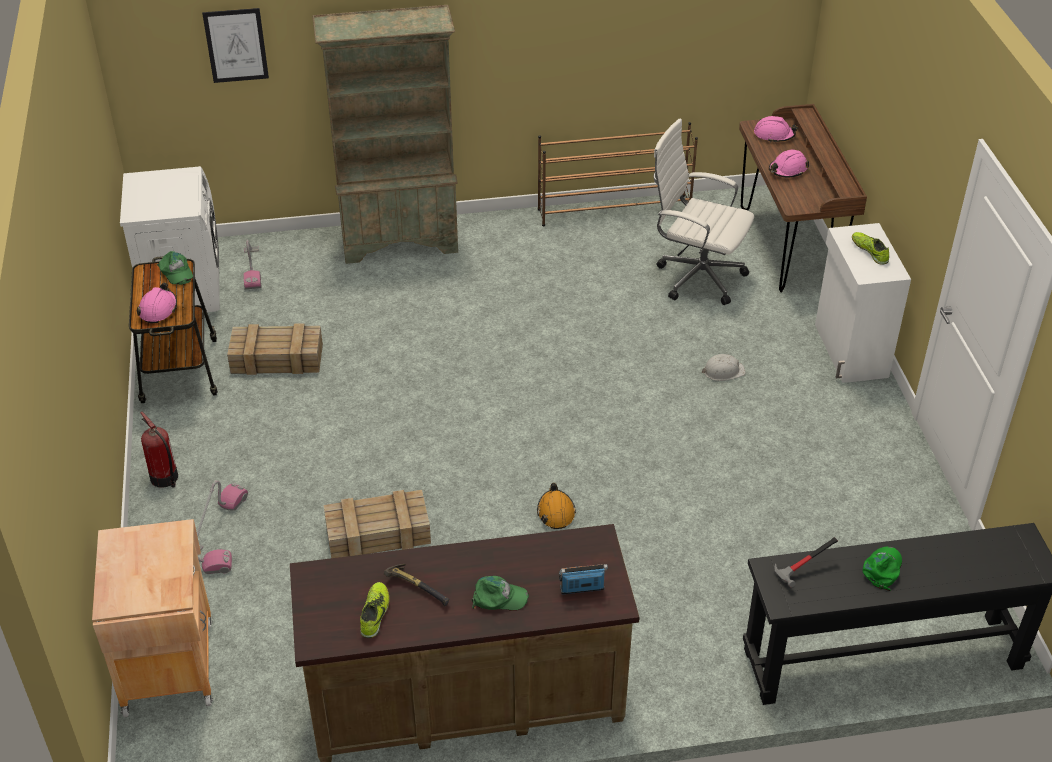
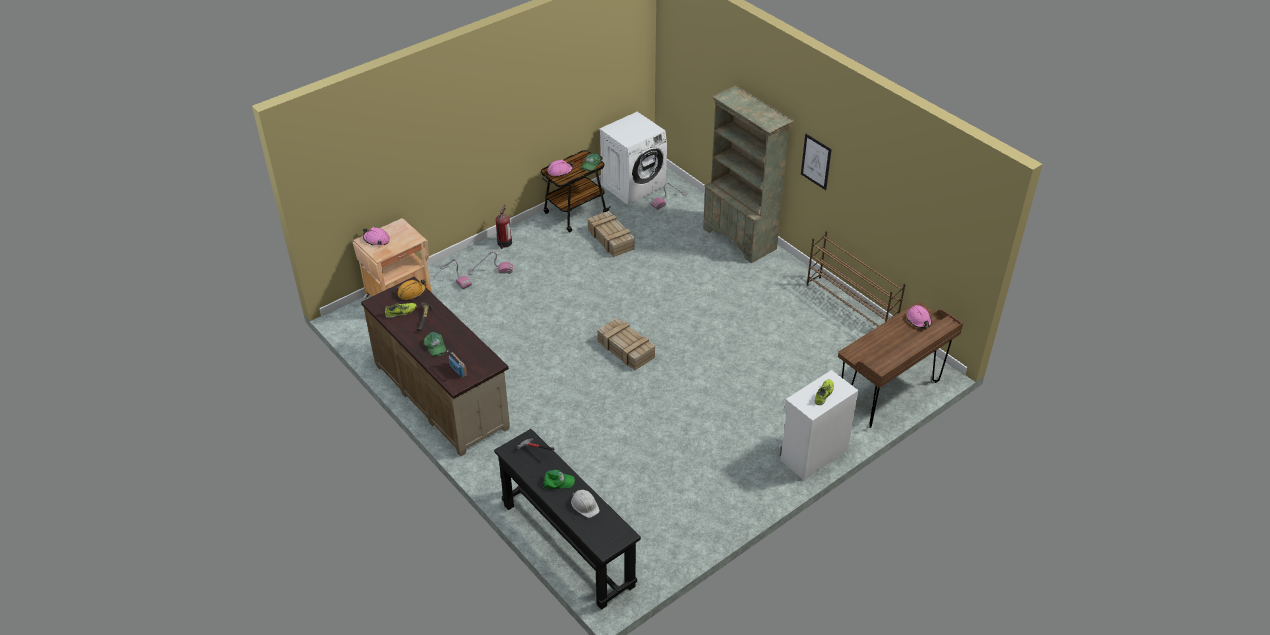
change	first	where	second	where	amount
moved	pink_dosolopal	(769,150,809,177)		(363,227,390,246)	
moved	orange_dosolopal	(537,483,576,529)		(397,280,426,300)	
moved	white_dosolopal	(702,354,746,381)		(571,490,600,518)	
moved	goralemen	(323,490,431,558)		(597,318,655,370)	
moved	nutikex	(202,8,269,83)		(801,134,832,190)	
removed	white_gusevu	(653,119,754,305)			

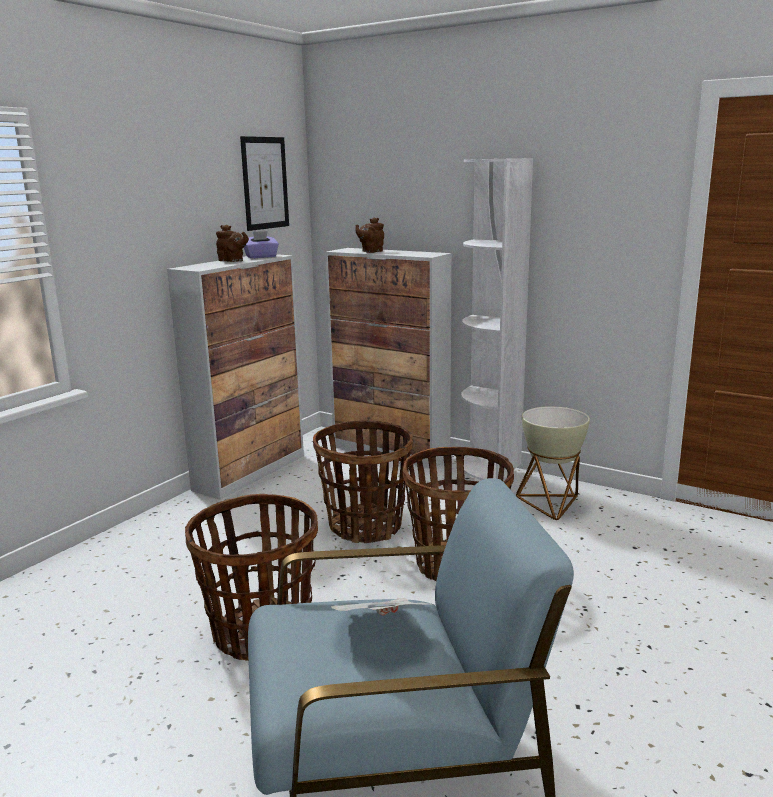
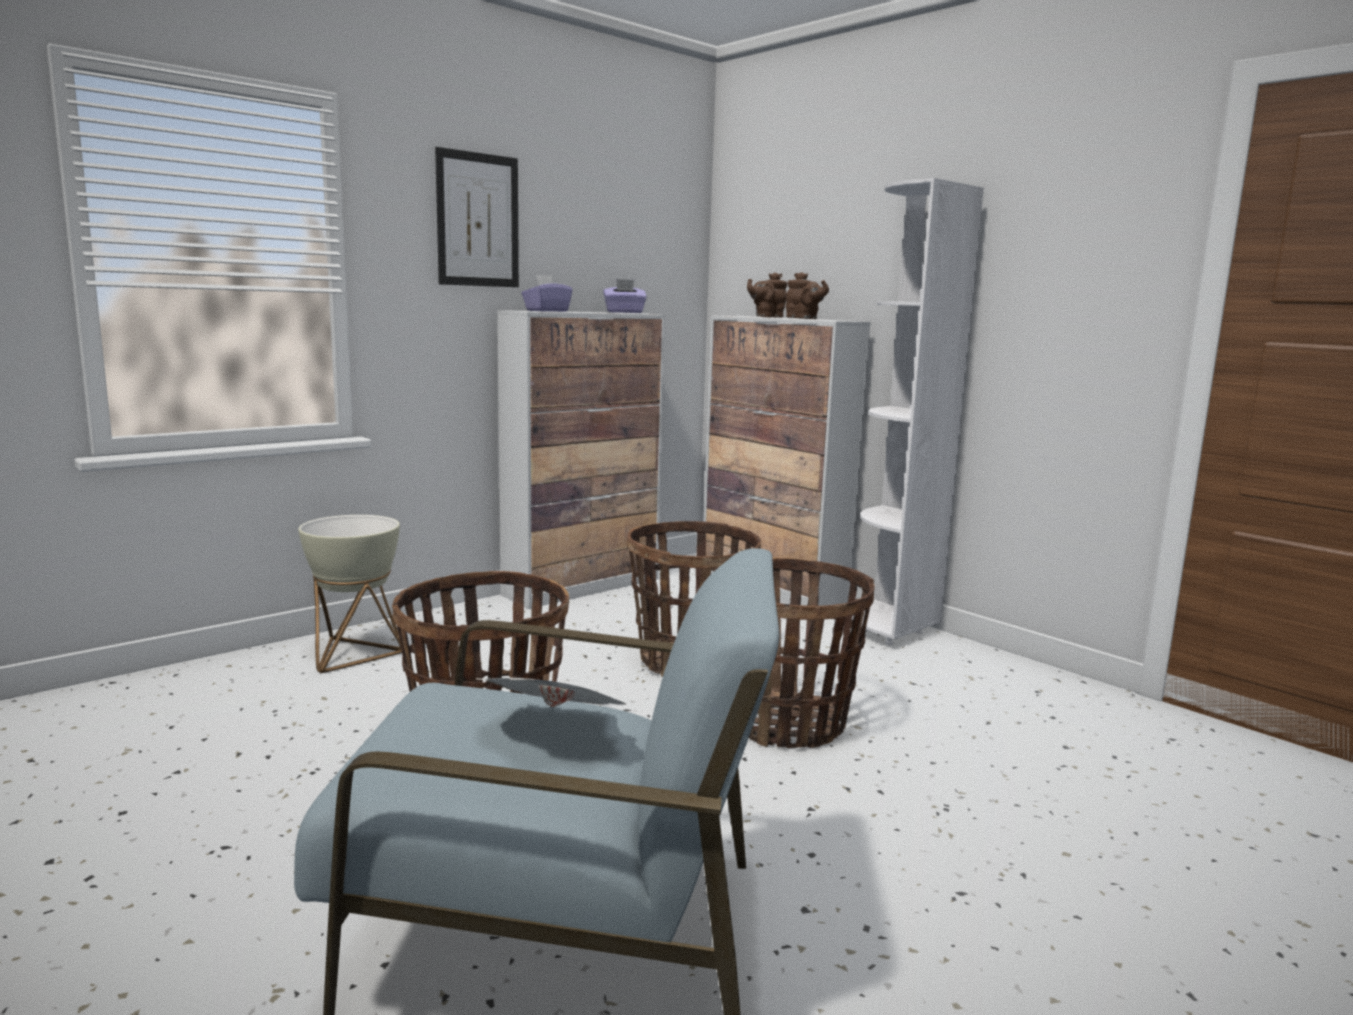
change	first	where	second	where	amount
moved	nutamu	(516,406,590,520)		(298,515,402,673)	
moved	nutikex	(240,136,289,231)		(435,147,519,287)	
added			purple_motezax	(521,275,572,312)	
moved	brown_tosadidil	(216,225,249,262)		(786,272,829,319)	

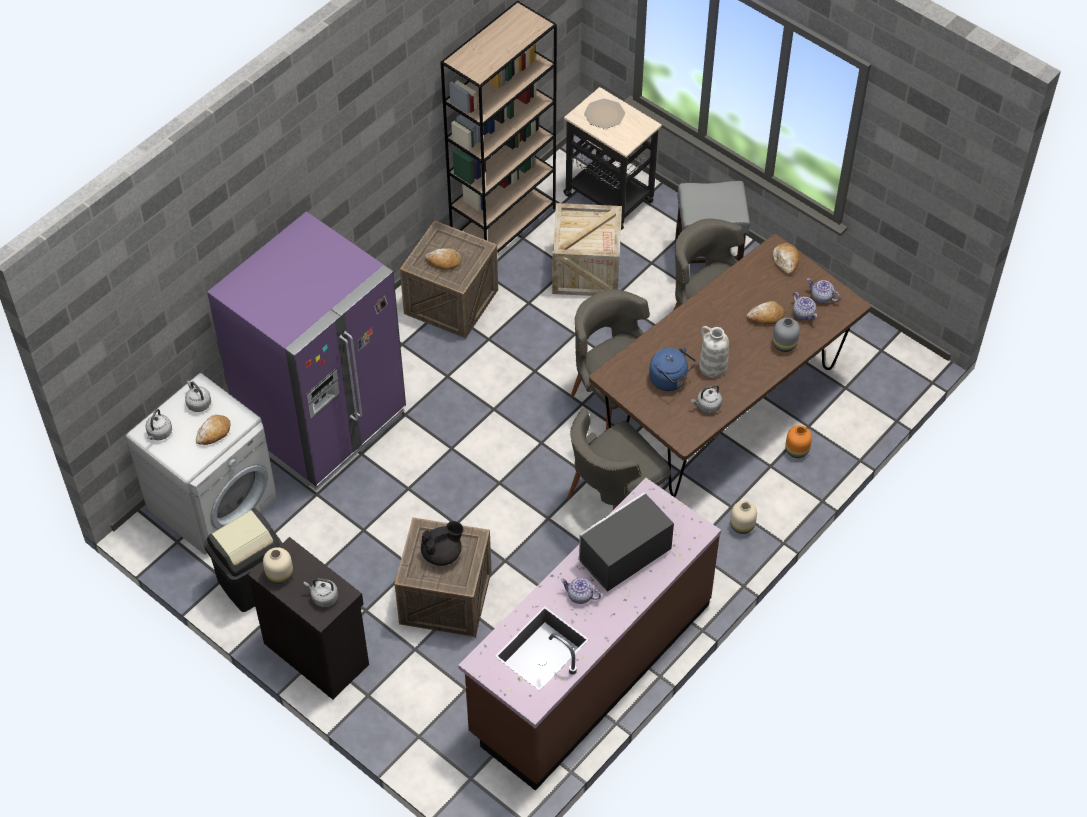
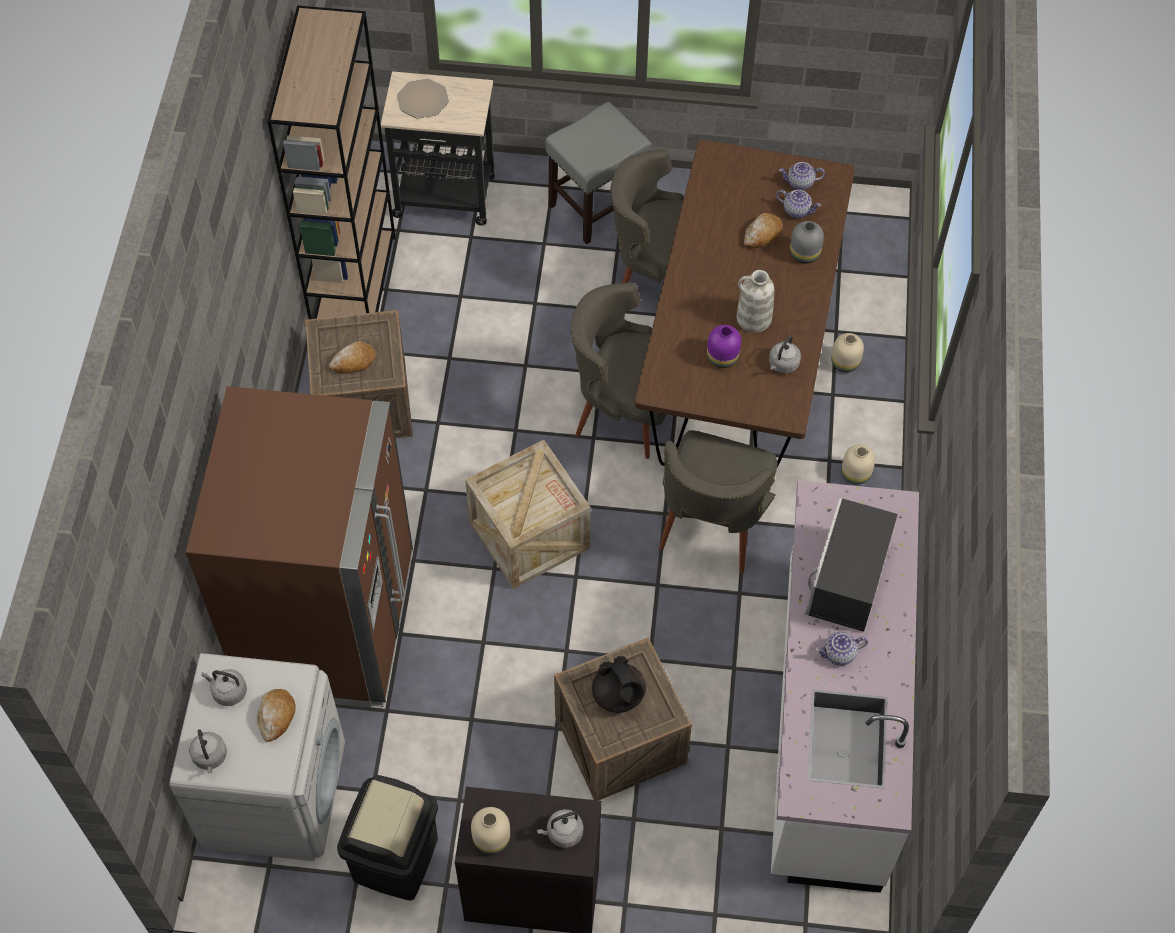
change	first	where	second	where	amount
recoloured	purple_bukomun	(207,211,406,490)	brown_bukomun	(186,386,413,708)	
moved	goralemen	(552,203,622,296)		(465,440,591,589)	
turned	black_tosadidil	(421,521,463,566)		(592,656,646,713)	120 degrees clockwise
replaced	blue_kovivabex	(649,348,696,391)	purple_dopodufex	(707,325,741,368)	
recoloured	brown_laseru	(458,478,721,791)	white_laseru	(771,480,919,893)	
recoloured	orange_dopodufex	(785,425,812,458)	beige_dopodufex	(831,333,864,373)	
removed	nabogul	(773,243,799,275)			

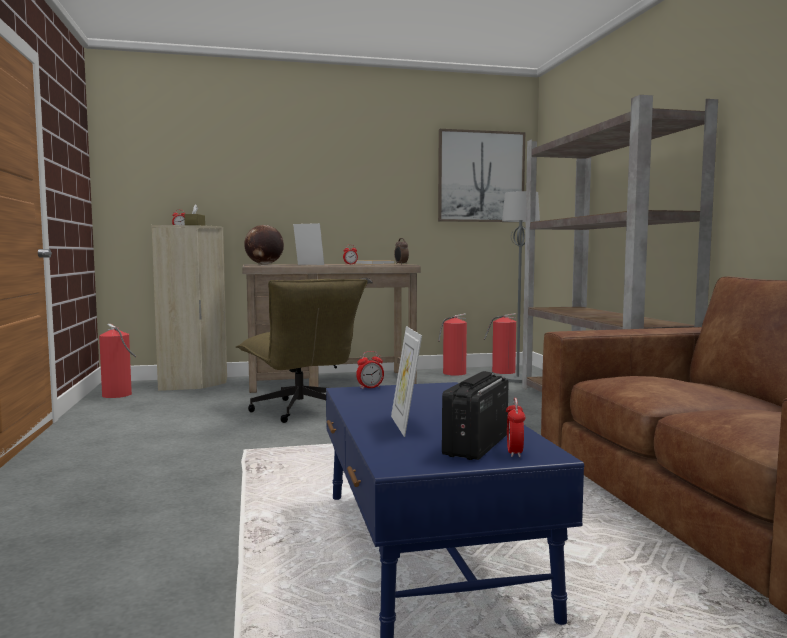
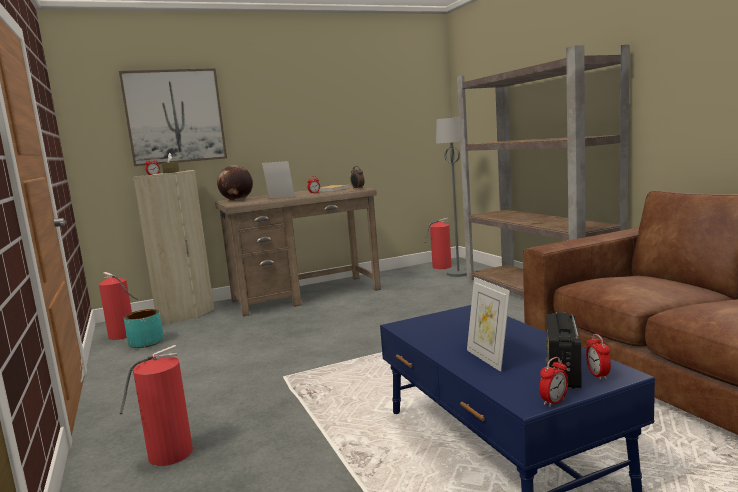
change	first	where	second	where	amount
moved	nutikex	(438,129,525,222)		(119,68,227,166)	
moved	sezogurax	(438,314,467,376)		(119,345,193,466)	
added			turquoise_nutamu	(124,309,164,348)	
moved	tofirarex	(356,351,384,389)		(539,357,568,407)	
removed	beige_gusevu	(236,279,368,423)			

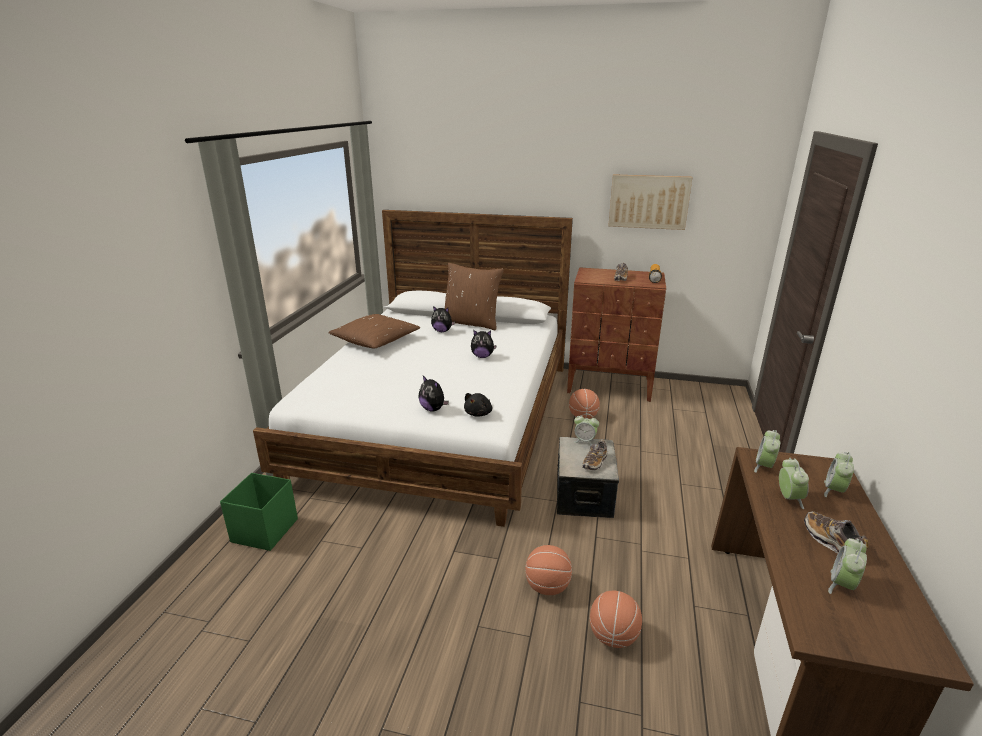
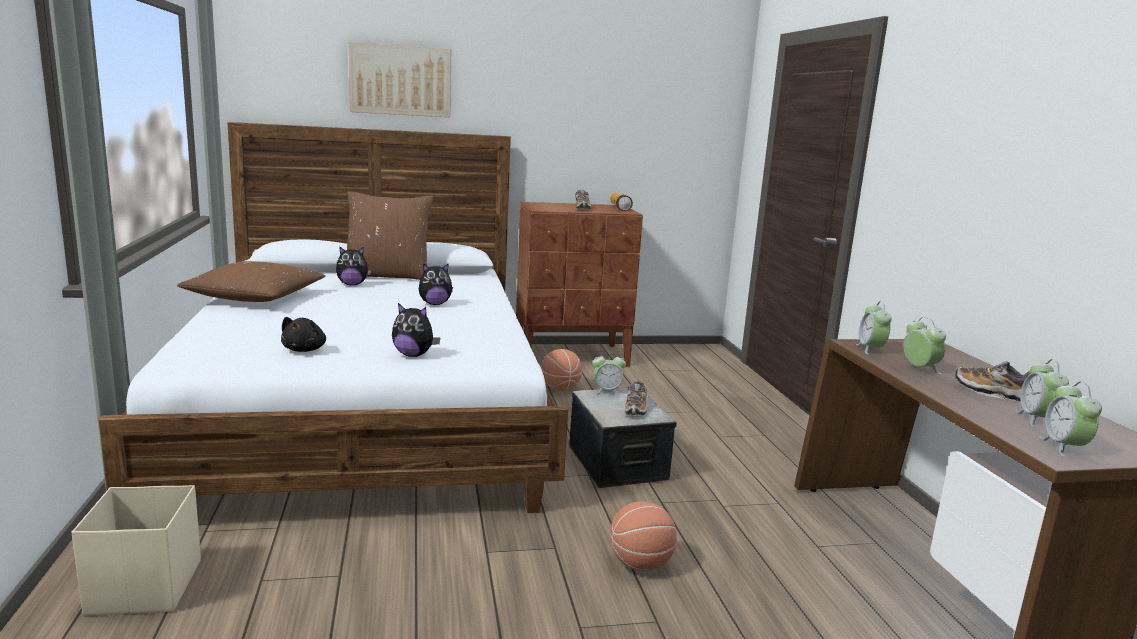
change	first	where	second	where	amount
recoloured	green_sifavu	(220,473,298,551)	beige_sifavu	(71,485,201,616)	
moved	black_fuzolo	(464,393,492,416)		(281,317,326,352)	
moved	nutikex	(608,174,693,230)		(349,42,451,117)	
moved	tofirarex	(824,452,854,497)		(1039,382,1102,457)	
removed	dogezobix	(590,591,642,648)			

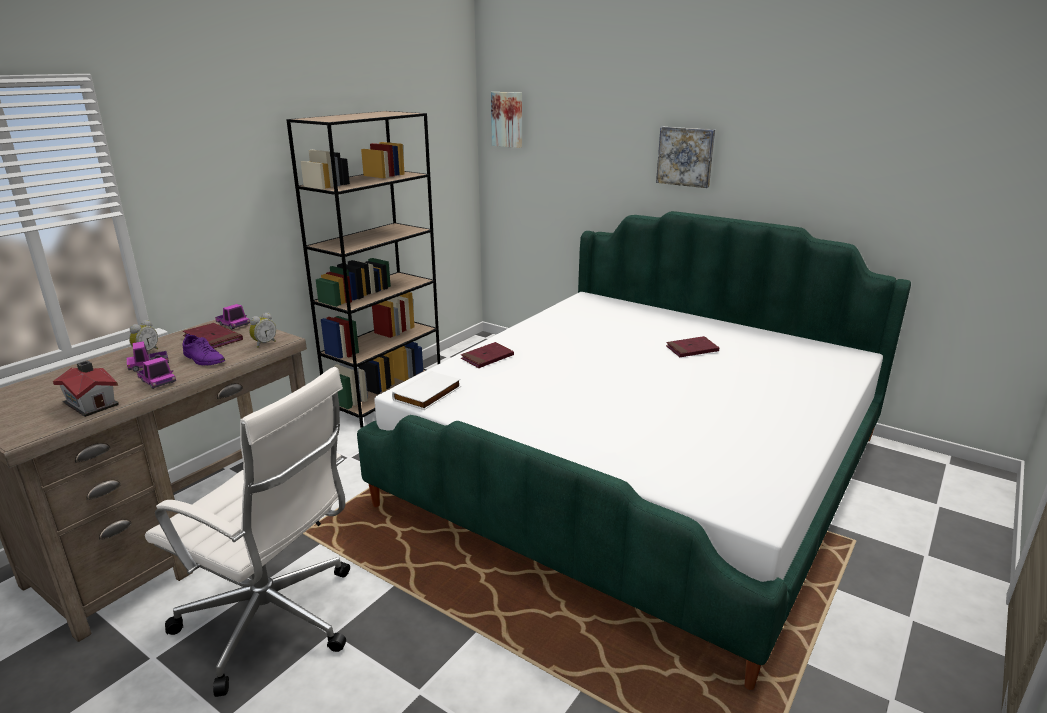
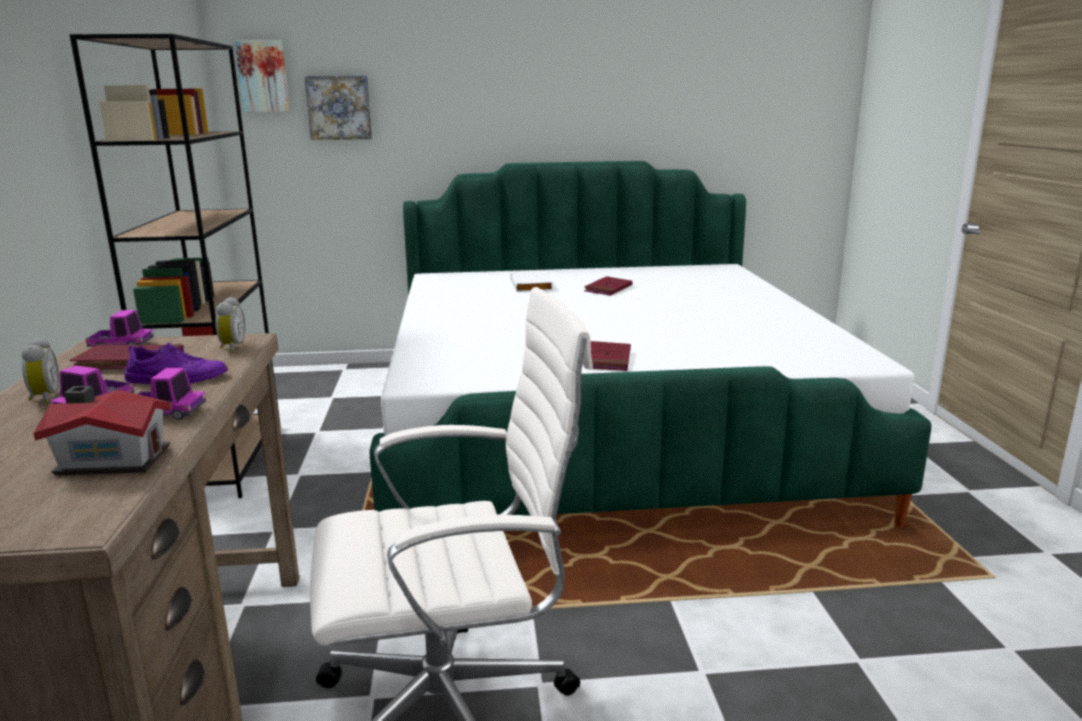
change	first	where	second	where	amount
moved	nutikex	(656,127,715,188)		(304,75,372,140)	
moved	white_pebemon	(392,370,461,410)		(510,270,553,292)	
moved	red_pebemon	(461,342,514,368)		(585,341,631,371)	

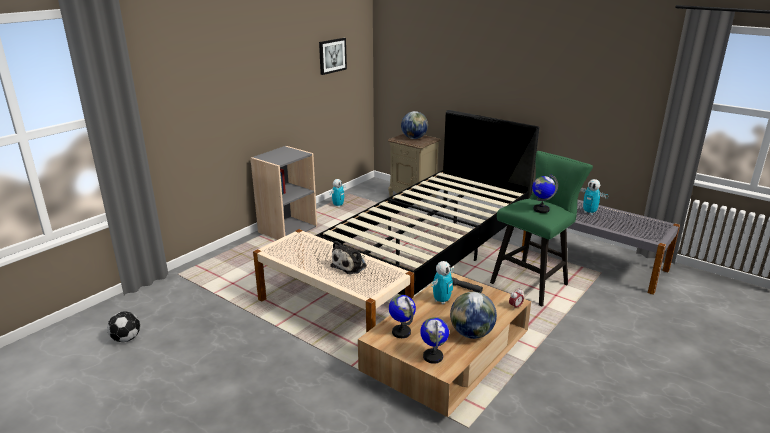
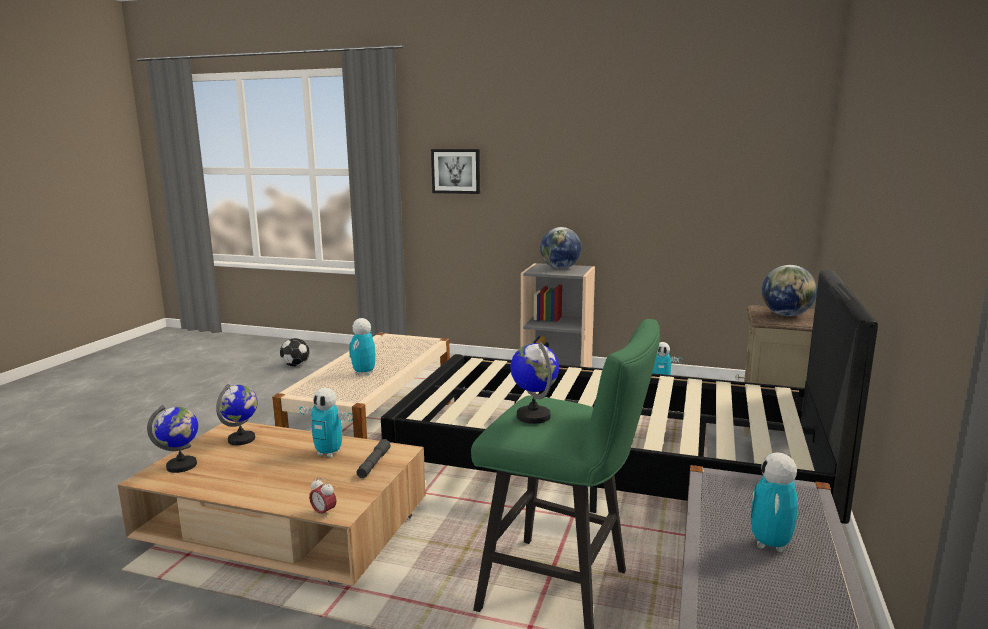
change	first	where	second	where	amount
replaced	fuzolo	(330,241,367,274)	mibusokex	(350,318,375,376)	
moved	nutikex	(319,38,347,75)		(431,149,480,194)	
moved	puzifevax	(450,292,497,339)		(540,227,582,269)	

